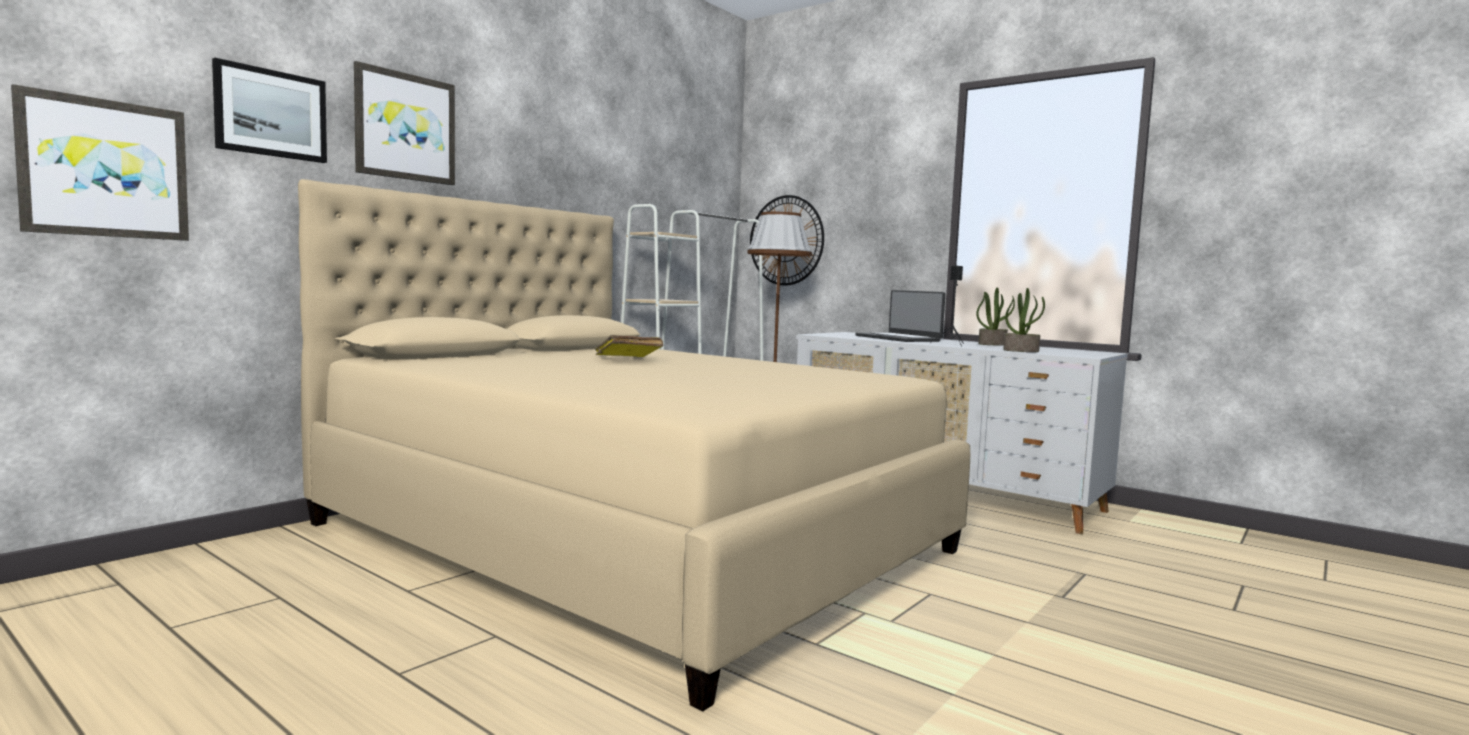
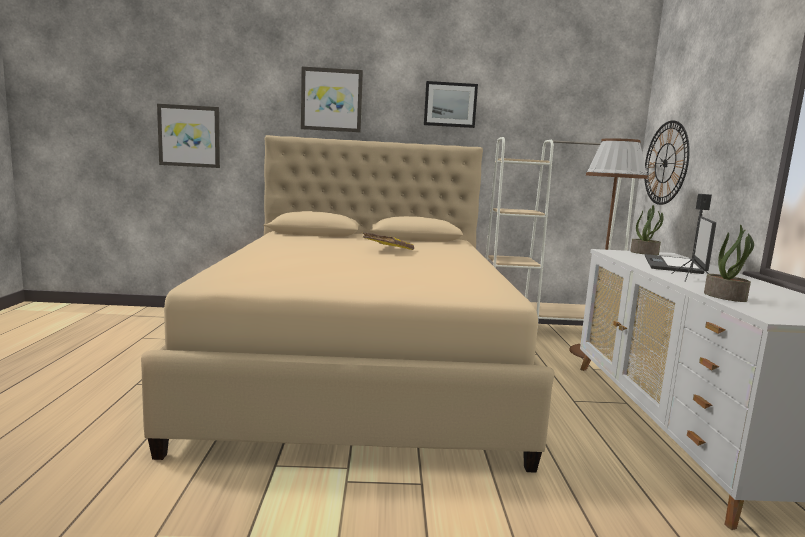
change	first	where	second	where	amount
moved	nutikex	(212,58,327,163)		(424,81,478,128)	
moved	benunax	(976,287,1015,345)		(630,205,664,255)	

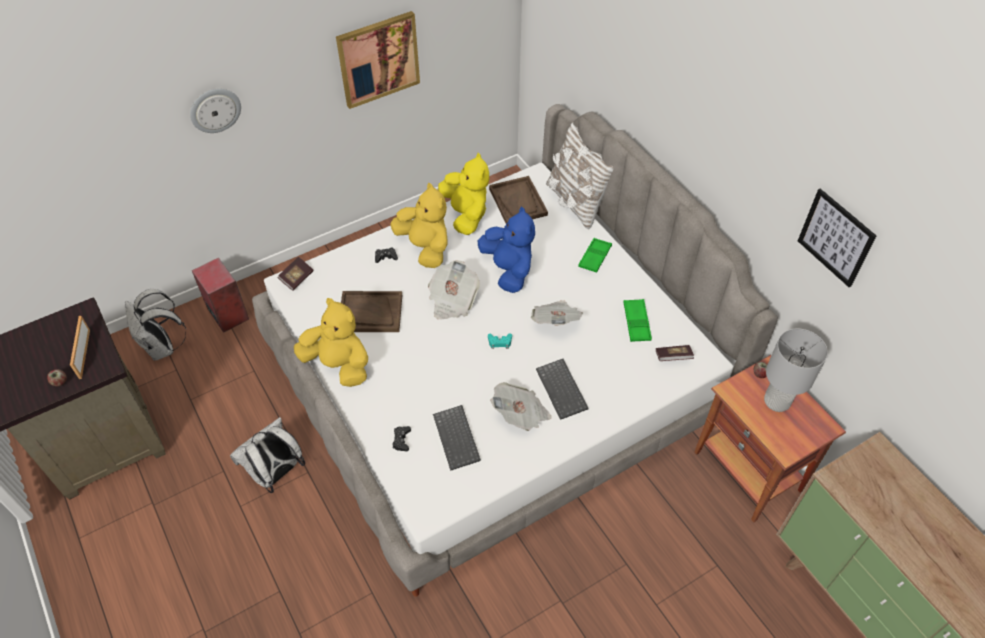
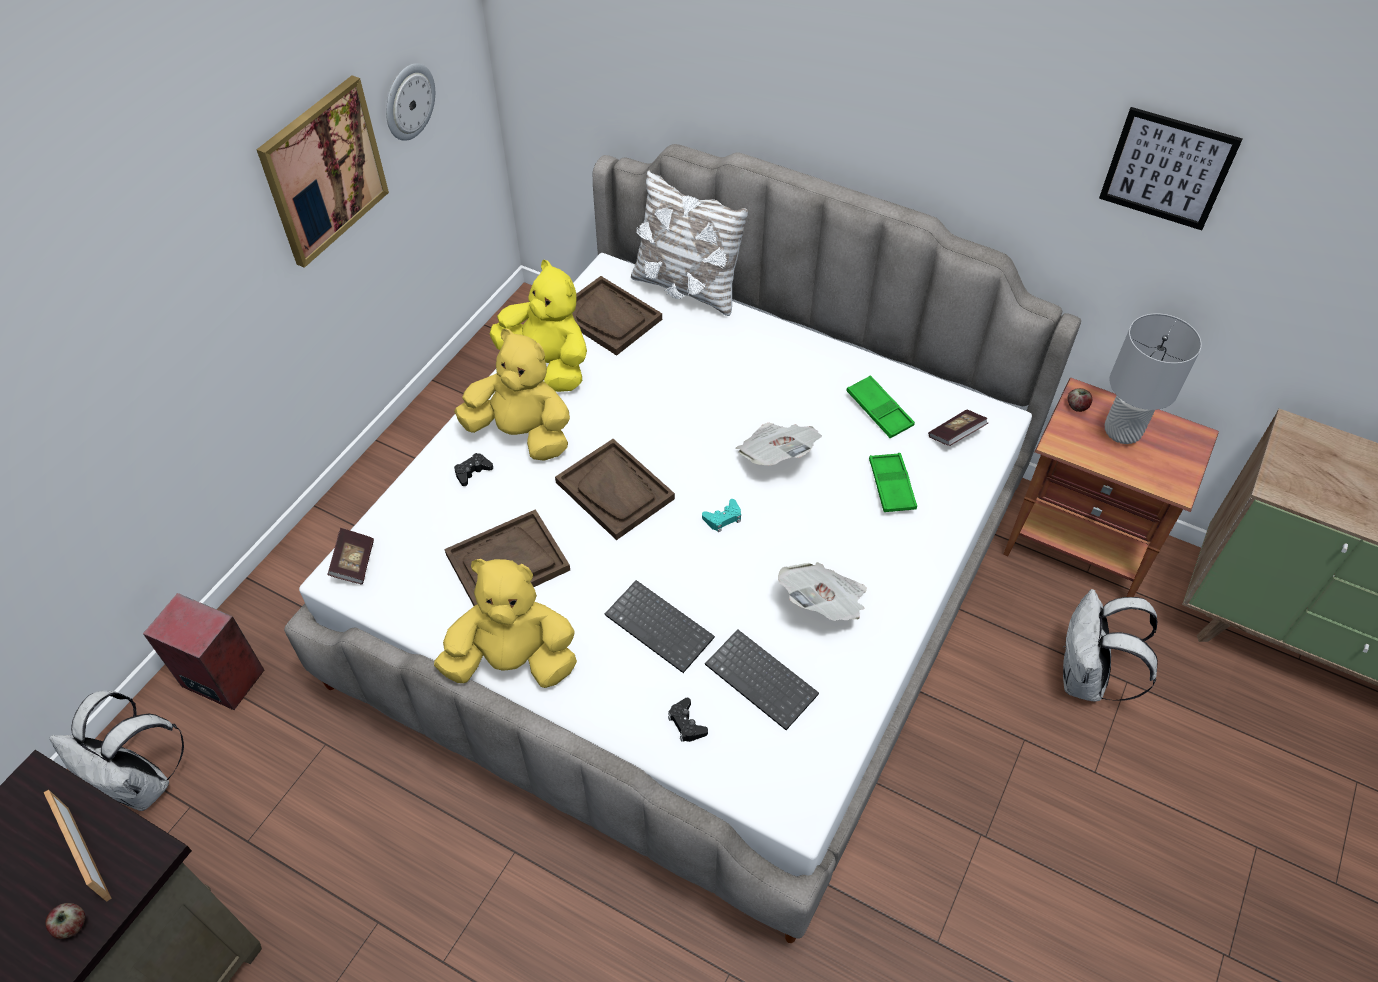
change	first	where	second	where	amount
moved	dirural	(190,89,241,133)		(386,63,435,141)	
replaced	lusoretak	(428,260,480,319)	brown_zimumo	(555,439,675,540)	
moved	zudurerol	(536,359,589,420)		(605,580,715,673)	
moved	green_zimumo	(578,238,612,273)		(869,453,917,512)	
moved	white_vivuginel	(230,417,305,493)		(1063,589,1158,701)	
removed	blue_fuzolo	(478,206,535,293)			

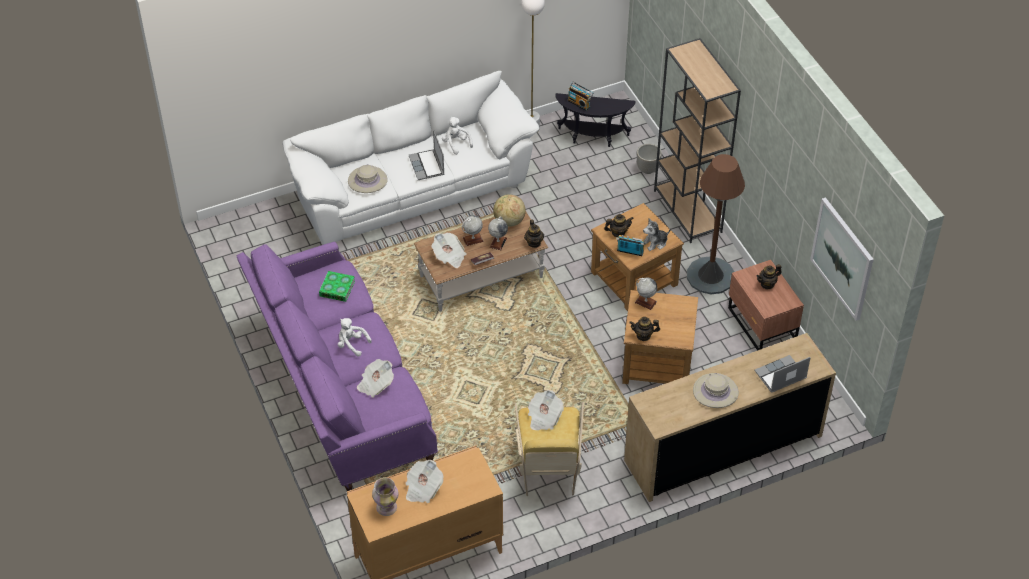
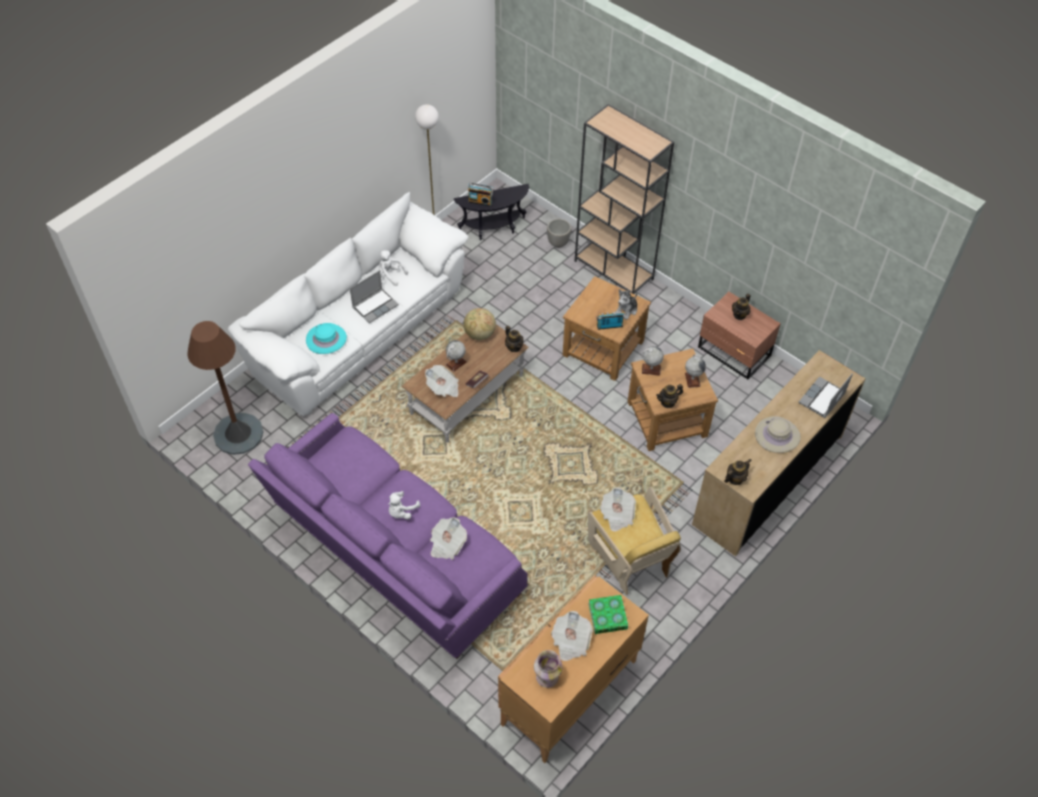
change	first	where	second	where	amount
moved	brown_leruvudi	(687,154,745,294)		(187,321,264,455)	
recoloured	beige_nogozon	(348,164,388,193)	turquoise_nogozon	(306,323,347,354)	
turned	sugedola	(409,130,445,180)		(350,270,399,323)	90 degrees counterclockwise
turned	white_fuzolo	(338,318,372,357)		(388,491,420,520)	60 degrees counterclockwise
moved	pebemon	(319,271,355,302)		(588,595,628,634)	
moved	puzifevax	(488,217,508,250)		(685,354,706,388)	
moved	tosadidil	(604,214,634,237)		(724,459,752,485)	
removed	nutikex	(810,197,874,321)			

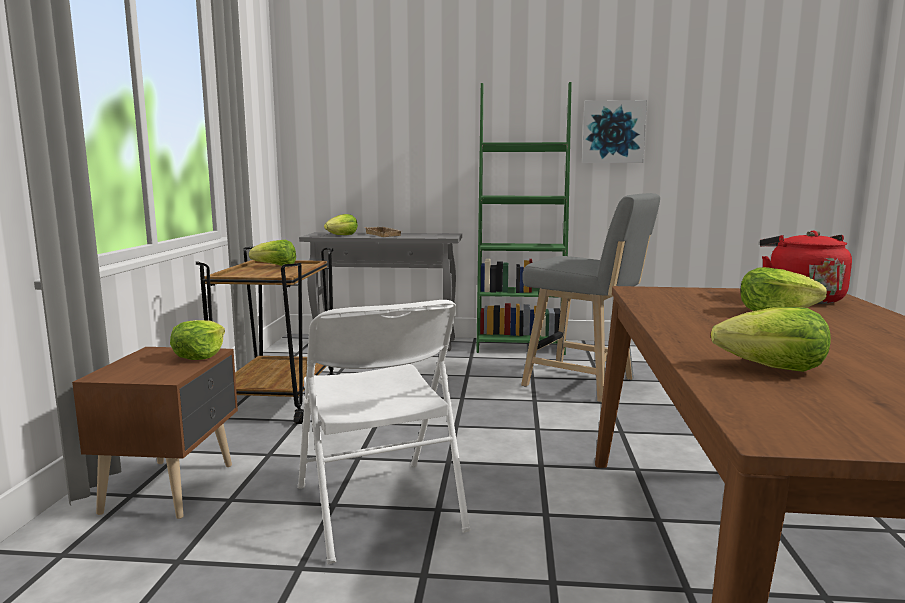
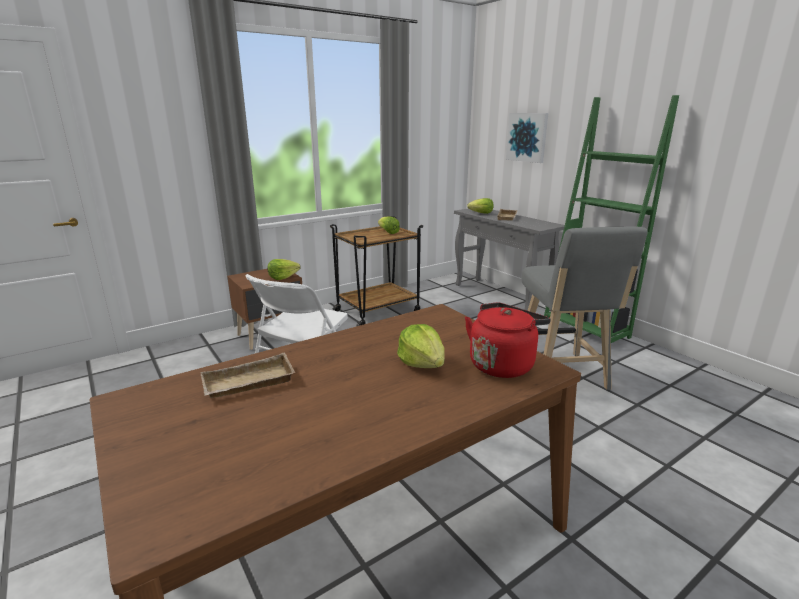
change	first	where	second	where	amount
replaced	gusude	(711,307,831,372)	beige_zimumo	(201,353,295,398)	
moved	nutikex	(582,100,647,163)		(506,113,548,163)	

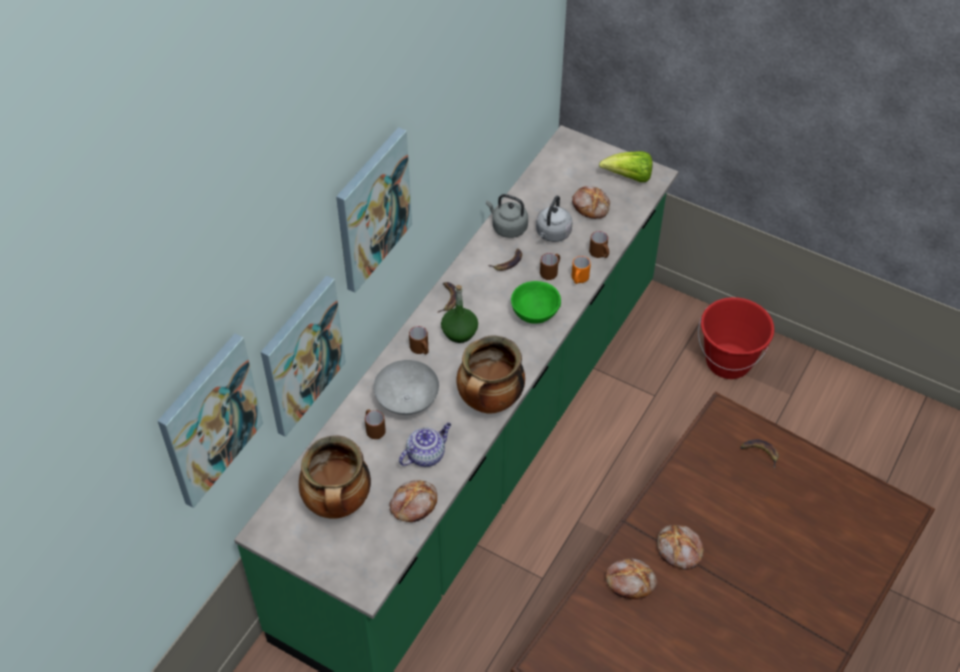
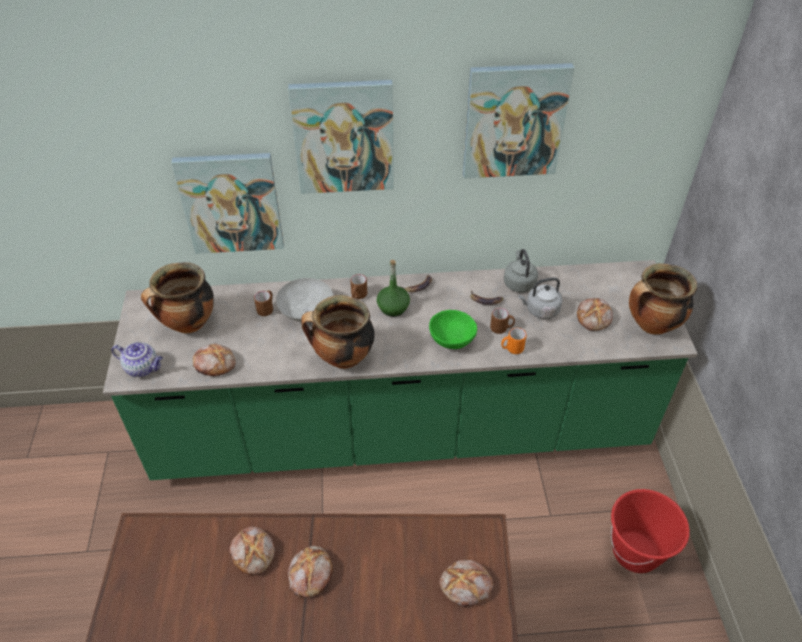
change	first	where	second	where	amount
moved	tosadidil	(399,423,451,467)		(112,342,163,377)	
replaced	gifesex	(740,439,779,469)	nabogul	(439,560,493,607)	
moved	nutikex	(158,334,263,508)		(463,63,574,178)	
replaced	gusude	(599,151,652,182)	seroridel	(629,263,697,335)	
removed	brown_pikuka	(589,231,609,258)			

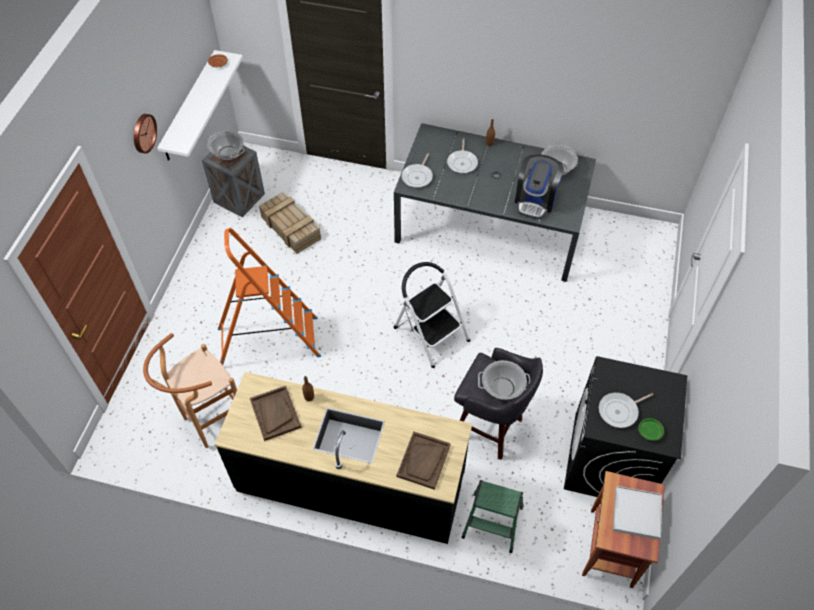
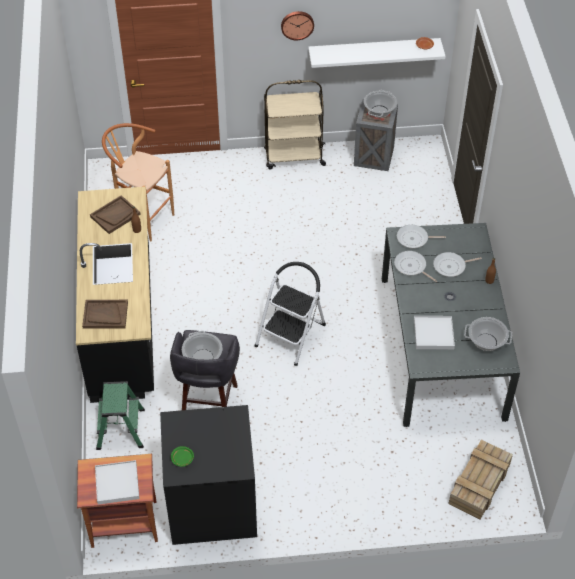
change	first	where	second	where	amount
added			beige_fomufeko	(264,80,326,170)	
moved	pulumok	(599,392,653,428)		(394,251,437,282)	
replaced	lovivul	(515,154,564,219)	white_zimumo	(414,316,455,349)	
moved	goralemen	(259,192,321,254)		(448,440,513,520)	
removed	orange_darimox	(218,228,321,365)			

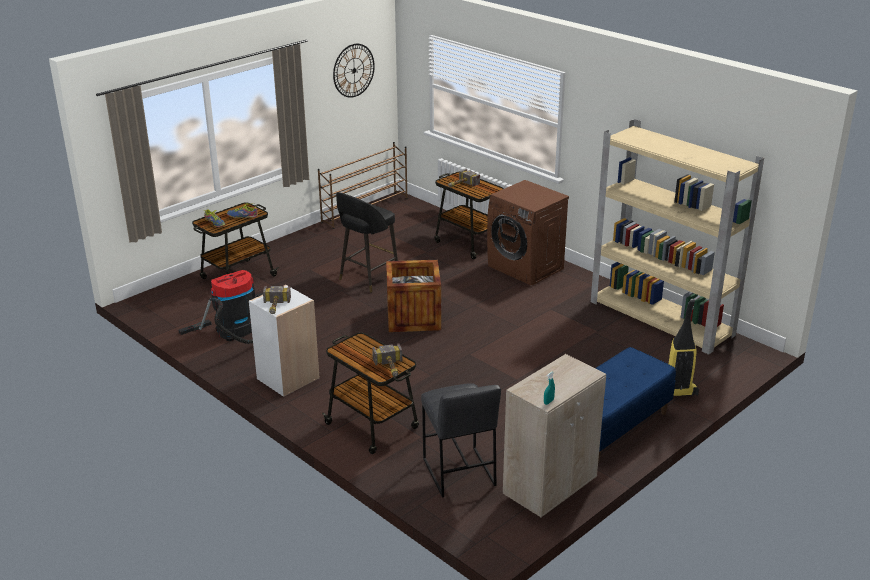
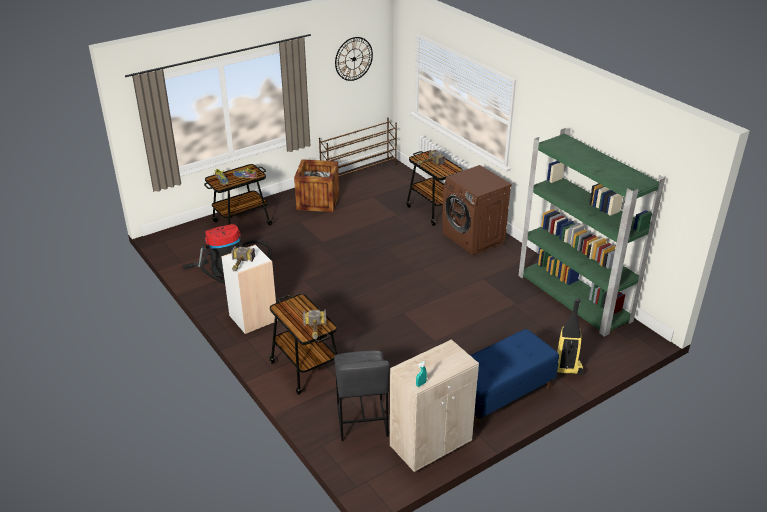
change	first	where	second	where	amount
moved	goralemen	(386,260,441,332)		(294,159,339,212)	
recoloured	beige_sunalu	(591,119,764,355)	green_sunalu	(518,128,665,337)	
removed	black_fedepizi	(336,192,398,293)			

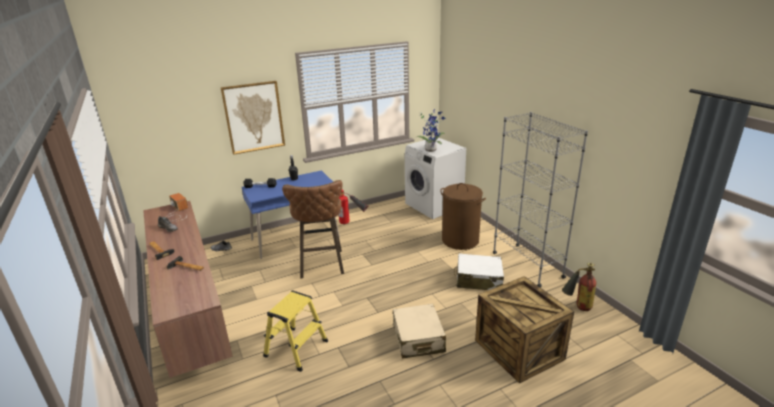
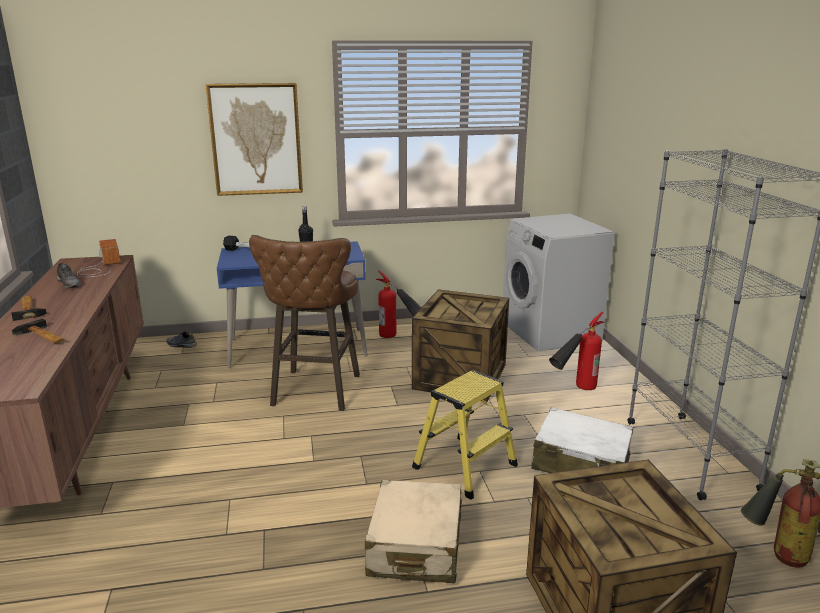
change	first	where	second	where	amount
added			goralemen	(412,289,509,402)	
moved	yellow_darimox	(263,290,328,372)		(412,369,518,500)	
replaced	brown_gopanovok	(440,183,486,250)	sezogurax	(549,312,605,390)	
removed	benunax	(415,109,446,152)			

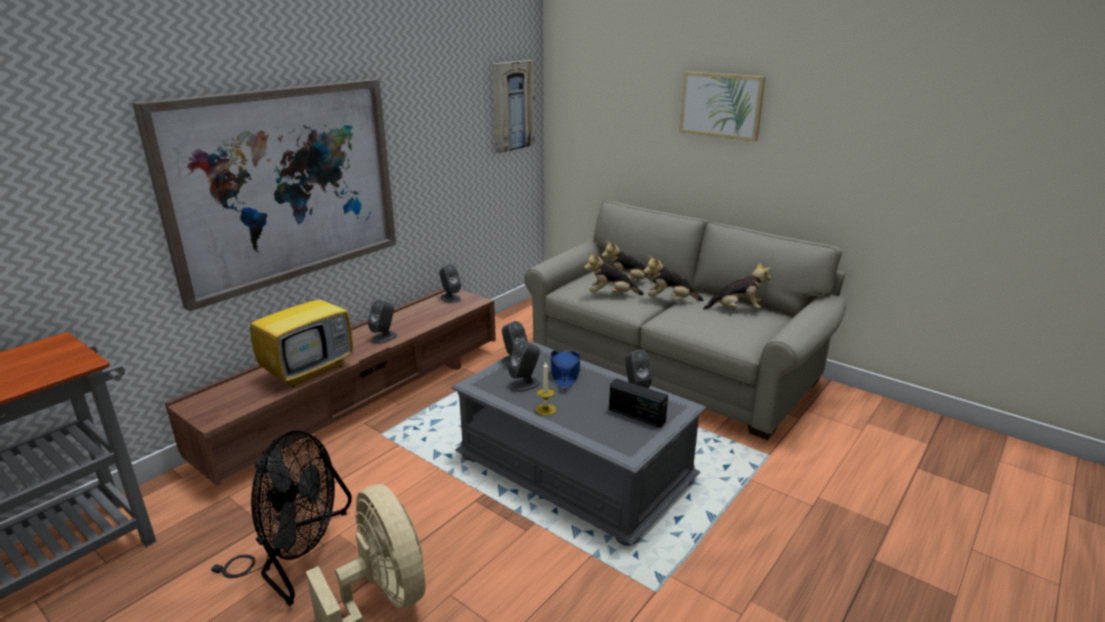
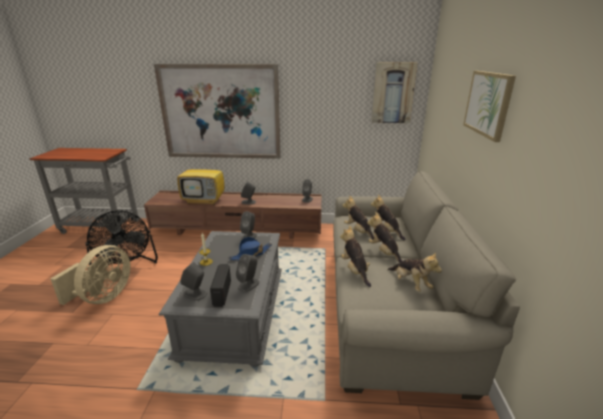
change	first	where	second	where	amount
moved	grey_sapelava	(508,340,540,392)		(180,262,207,300)	
added			fuzolo	(340,225,371,287)	

